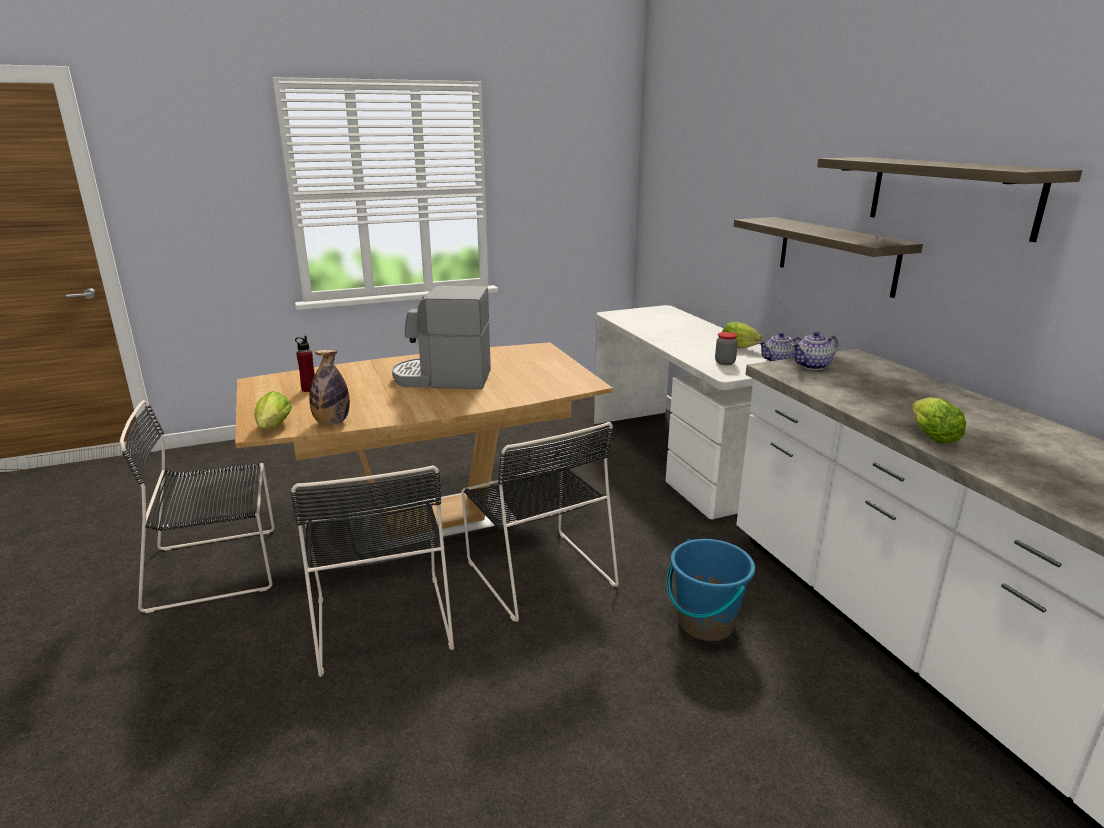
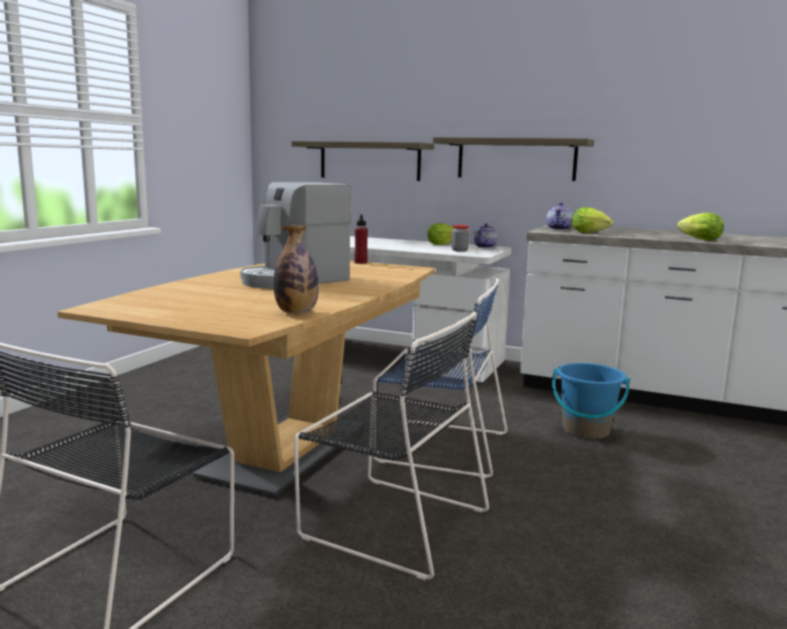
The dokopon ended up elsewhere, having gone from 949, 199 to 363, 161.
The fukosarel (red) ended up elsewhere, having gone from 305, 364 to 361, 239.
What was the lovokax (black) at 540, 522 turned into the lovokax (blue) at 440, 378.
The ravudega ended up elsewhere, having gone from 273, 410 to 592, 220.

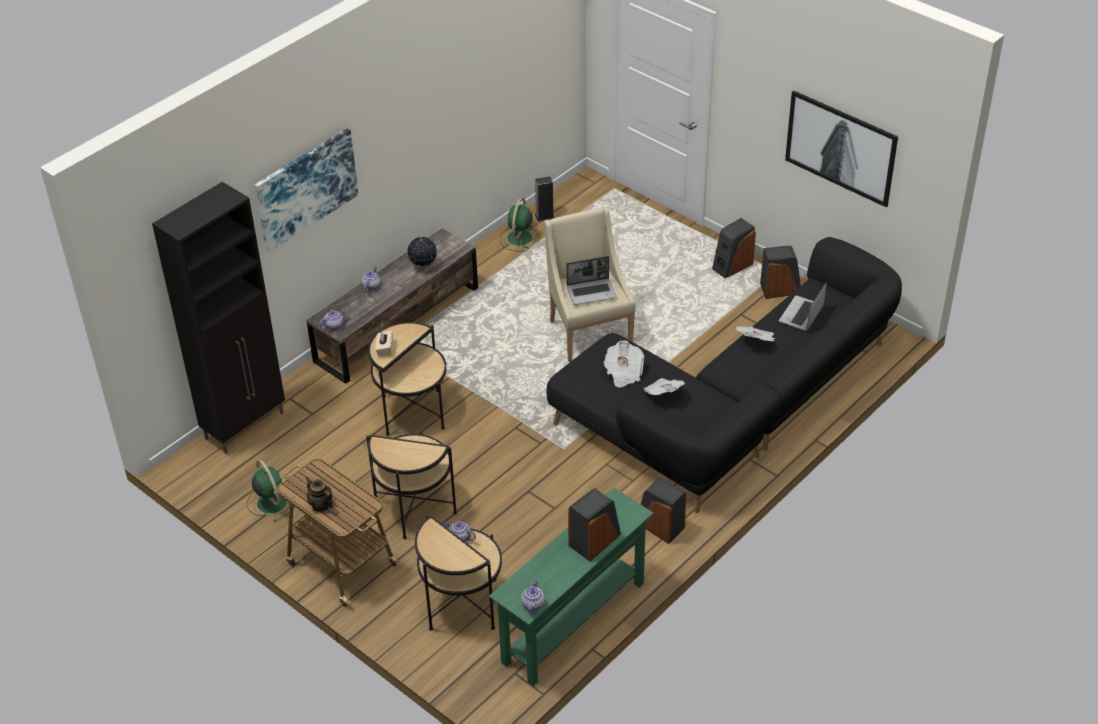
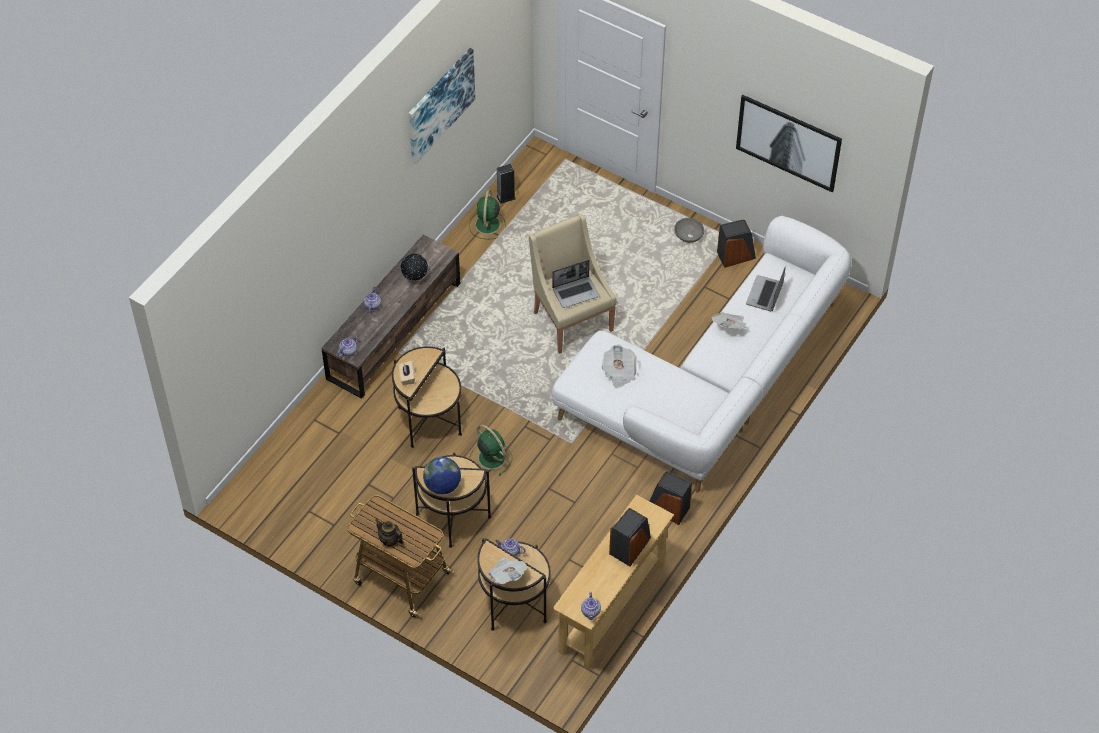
The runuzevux ended up elsewhere, having gone from 306, 190 to 442, 106.
The second view gained the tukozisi at 442, 476.
The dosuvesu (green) ended up elsewhere, having gone from 270, 491 to 491, 450.
The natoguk ended up elsewhere, having gone from 664, 386 to 507, 571.
What was the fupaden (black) at 724, 375 turned into the fupaden (white) at 701, 354.
What was the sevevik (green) at 571, 587 turned into the sevevik (beige) at 613, 582.
Where the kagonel stood at 734, 248, the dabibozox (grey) came to stand at 689, 230.
The second view lost the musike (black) at 218, 318.

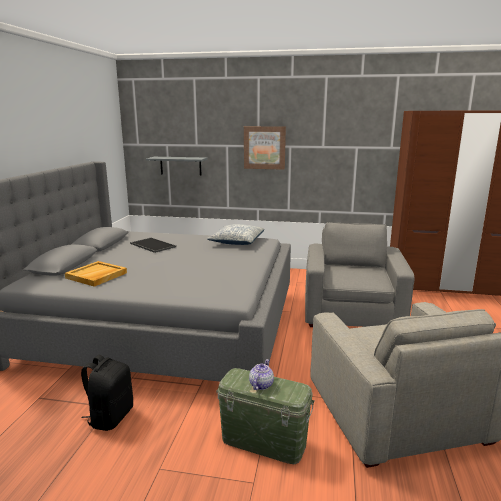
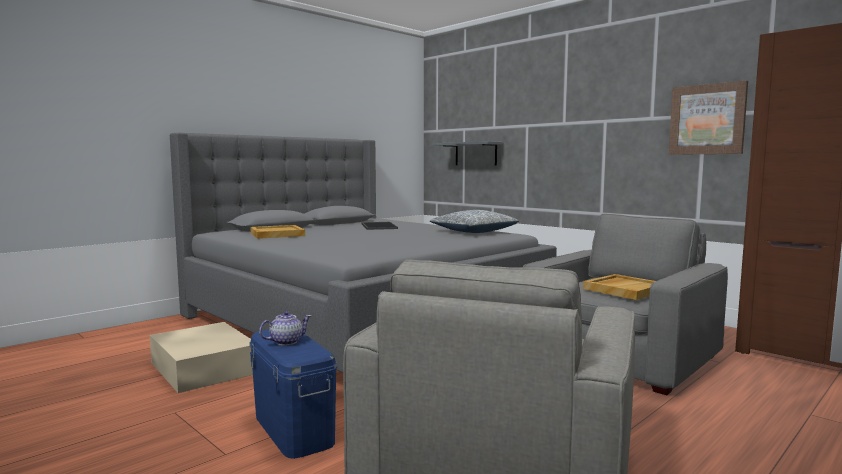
Where the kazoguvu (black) stood at 107, 393, the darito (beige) came to stand at 201, 357.
What was the darito (green) at 265, 416 turned into the darito (blue) at 293, 394.
The second view gained the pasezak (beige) at 619, 287.
The runuzevux ended up elsewhere, having gone from 265, 148 to 708, 117.

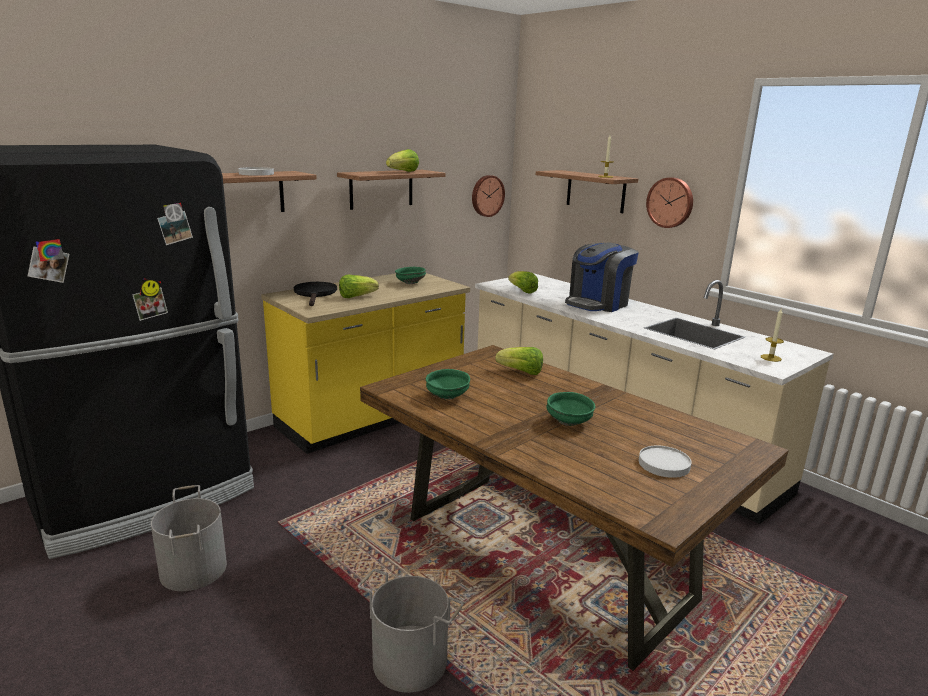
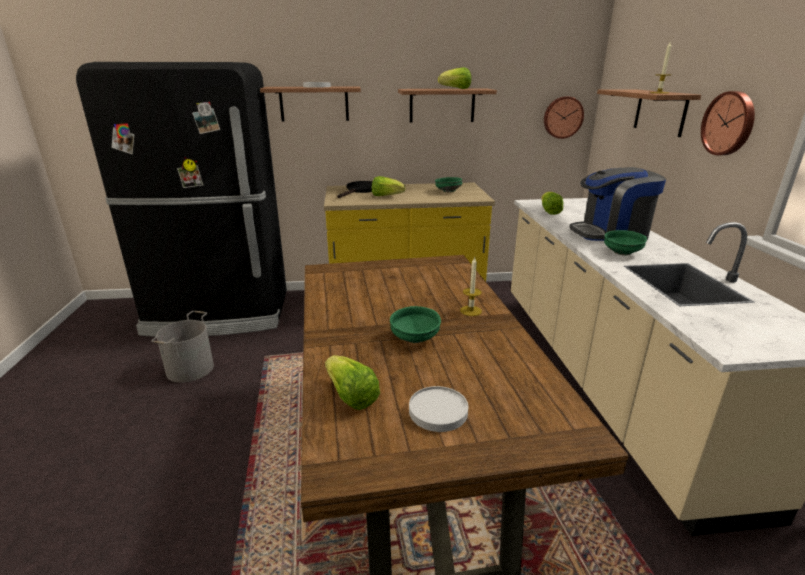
The ravudega ended up elsewhere, having gone from 519, 361 to 352, 382.
The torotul ended up elsewhere, having gone from 772, 335 to 471, 286.
The dabibozox (green) ended up elsewhere, having gone from 448, 384 to 625, 242.
The second view lost the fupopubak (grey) at 410, 631.

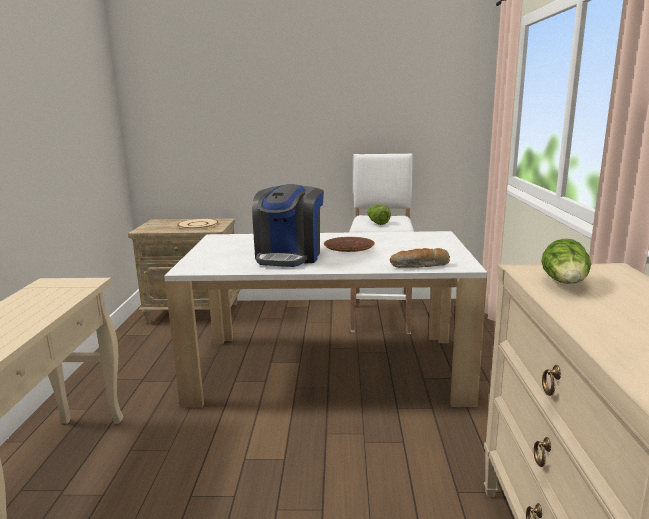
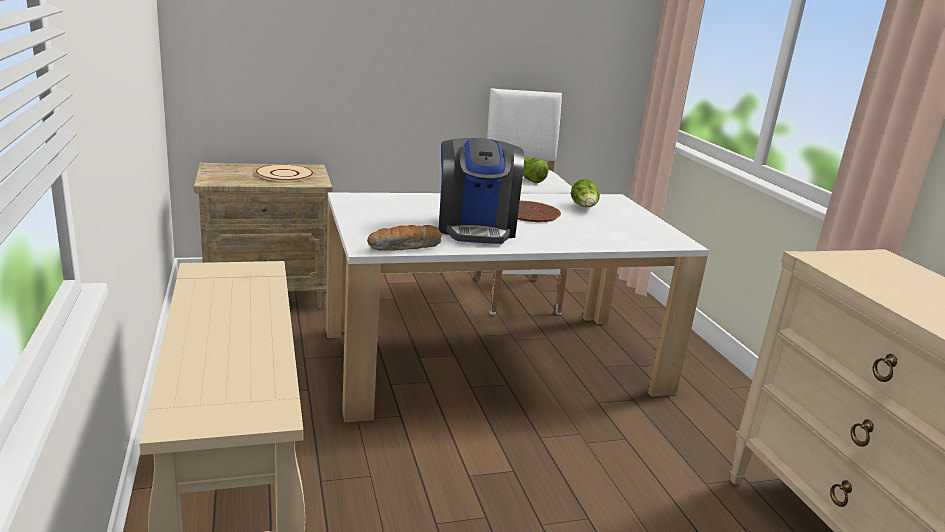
The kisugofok ended up elsewhere, having gone from 420, 258 to 404, 238.
The ravudega ended up elsewhere, having gone from 566, 261 to 585, 193.

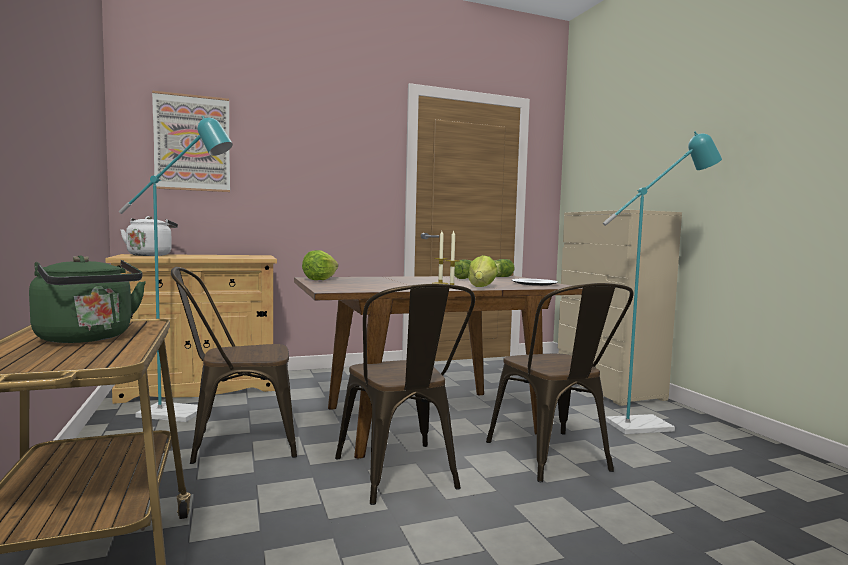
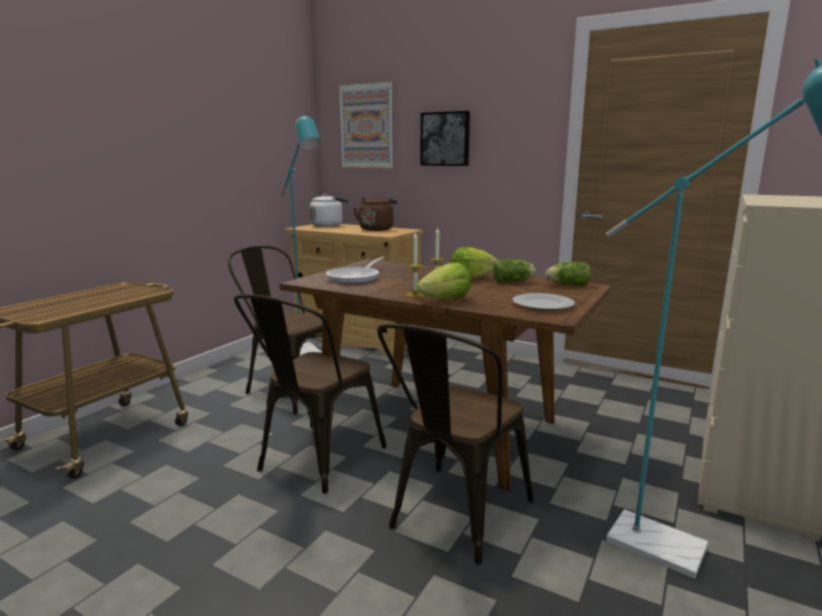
The second view gained the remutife at 355, 270.
The second view gained the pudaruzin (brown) at 375, 213.
The second view gained the runuzevux at 445, 138.
The ravudega ended up elsewhere, having gone from 320, 265 to 474, 263.
The second view lost the pudaruzin (green) at 87, 299.

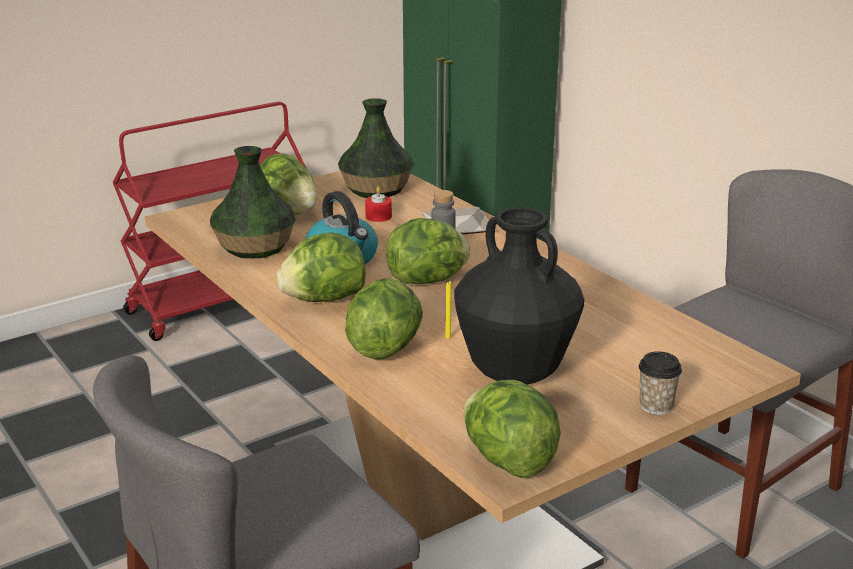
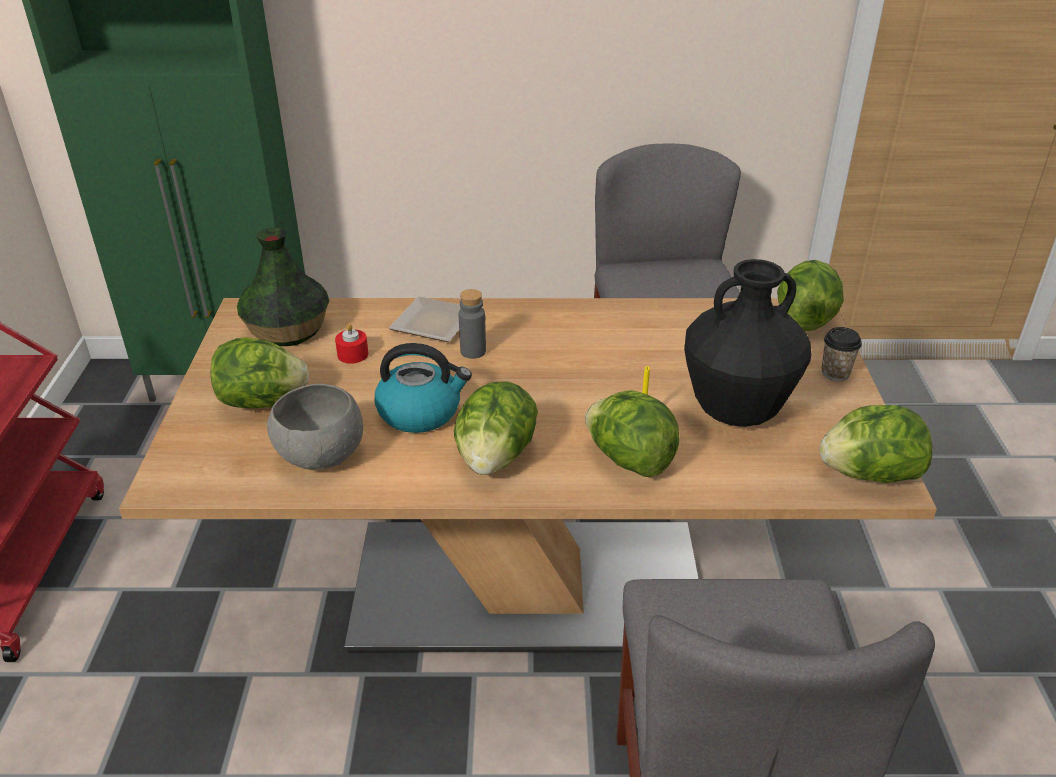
Where the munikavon stood at 253, 202, the dabibozox (grey) came to stand at 315, 426.
The ravudega ended up elsewhere, having gone from 428, 251 to 810, 295.

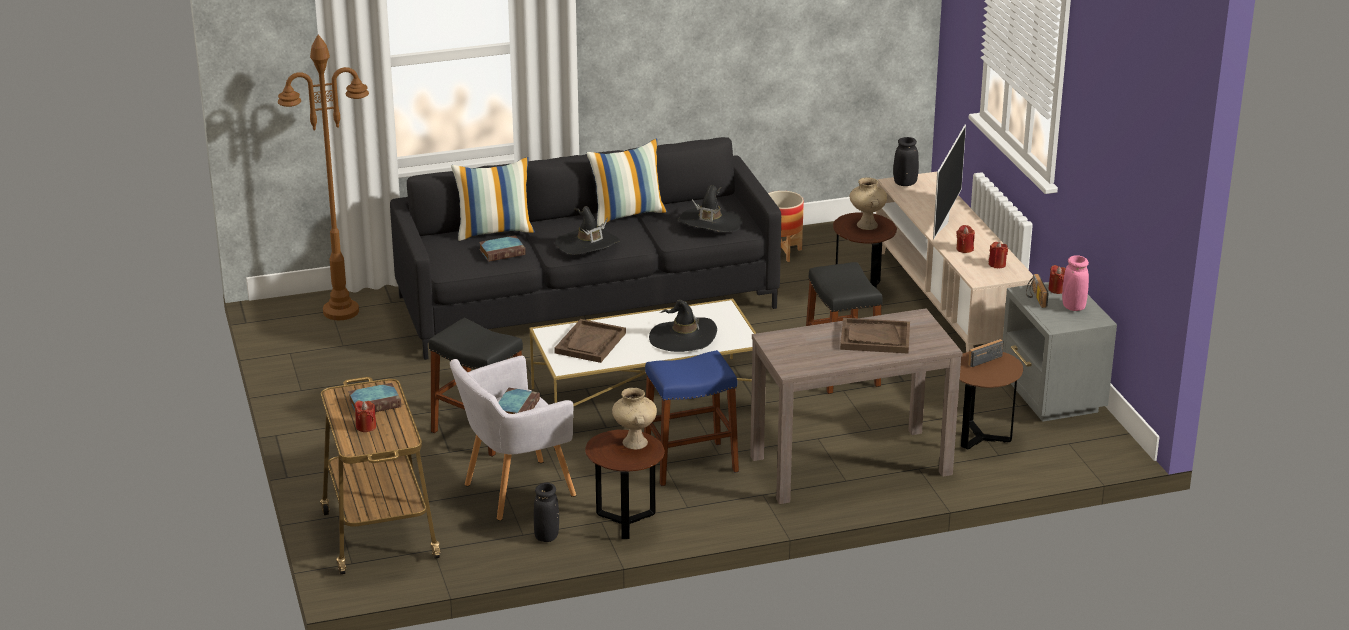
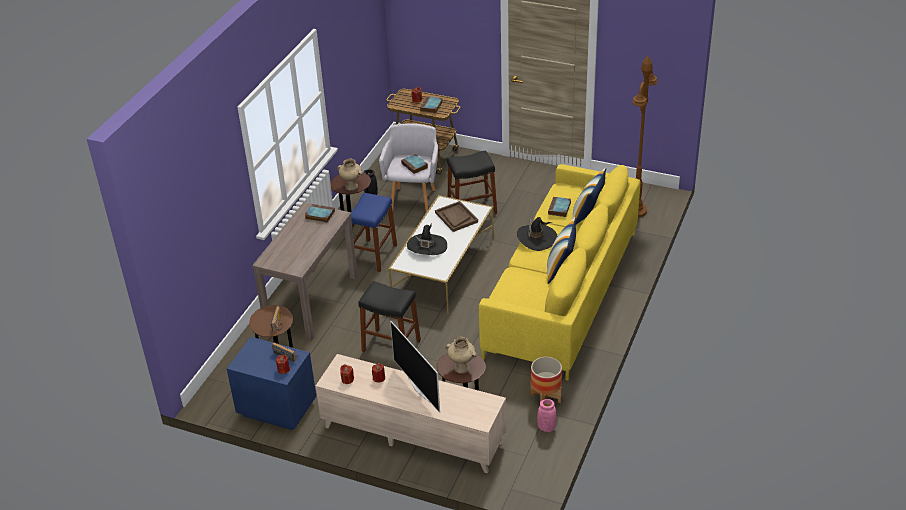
What was the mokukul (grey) at 1060, 352 turned into the mokukul (blue) at 271, 383.
The second view gained the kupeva at 320, 213.
What was the fupaden (black) at 585, 248 turned into the fupaden (yellow) at 559, 272.
The munikavon (pink) ended up elsewhere, having gone from 1075, 283 to 547, 415.
The second view lost the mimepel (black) at 710, 208.
The second view lost the pasezak (brown) at 875, 336.
The second view lost the munikavon (black) at 906, 161.

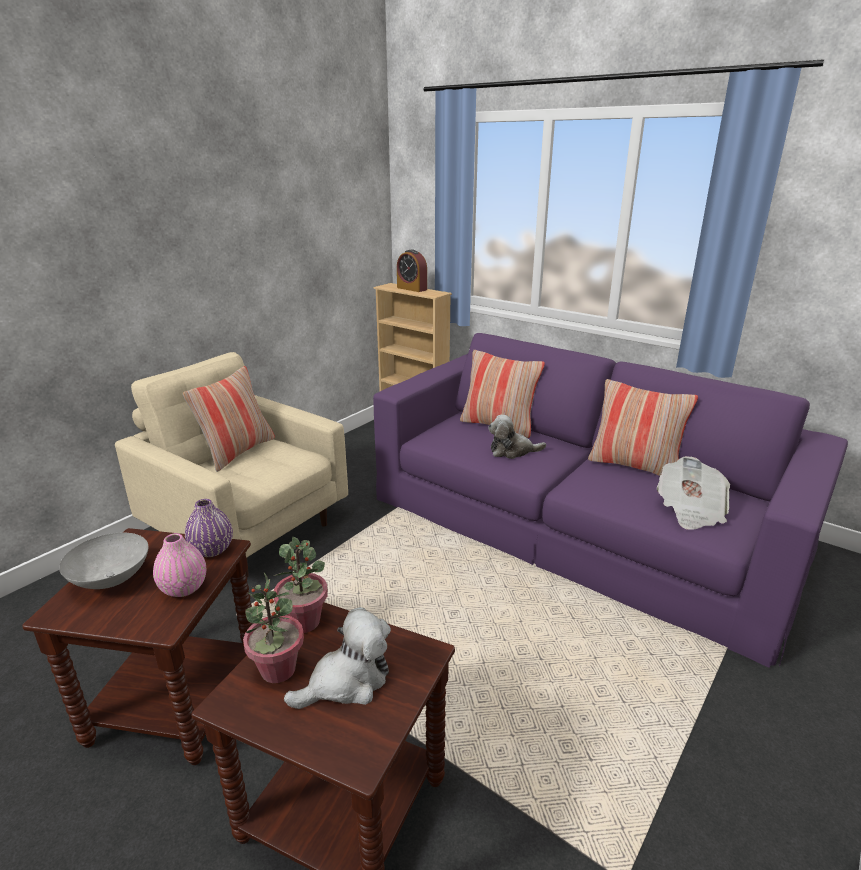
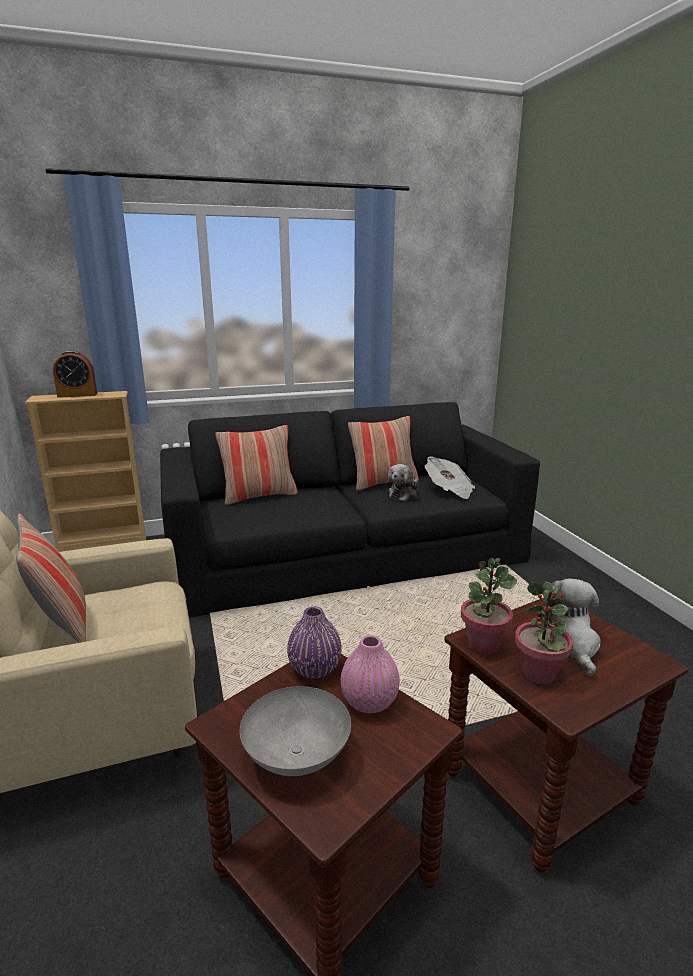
What was the fupaden (purple) at 610, 500 turned into the fupaden (black) at 350, 510.
The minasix ended up elsewhere, having gone from 517, 437 to 403, 482.

